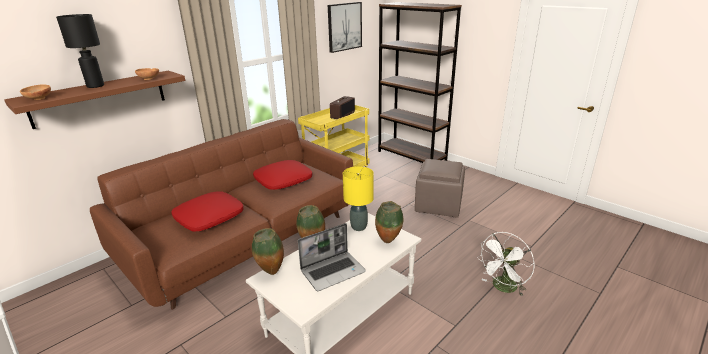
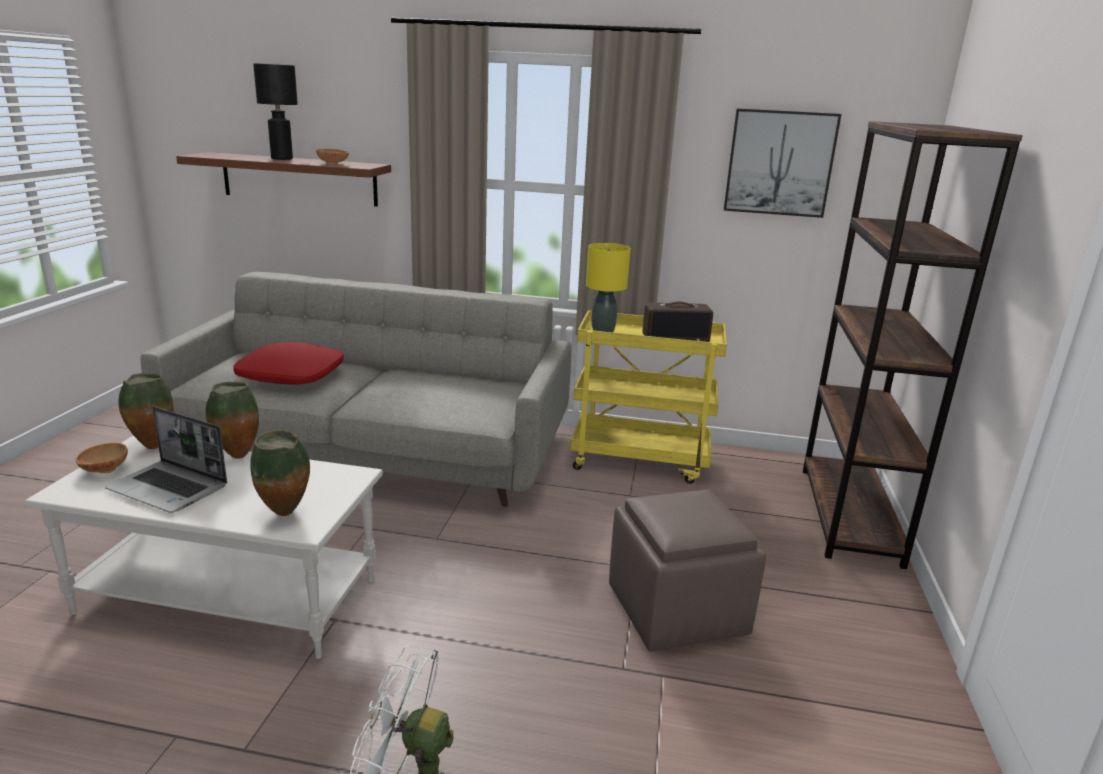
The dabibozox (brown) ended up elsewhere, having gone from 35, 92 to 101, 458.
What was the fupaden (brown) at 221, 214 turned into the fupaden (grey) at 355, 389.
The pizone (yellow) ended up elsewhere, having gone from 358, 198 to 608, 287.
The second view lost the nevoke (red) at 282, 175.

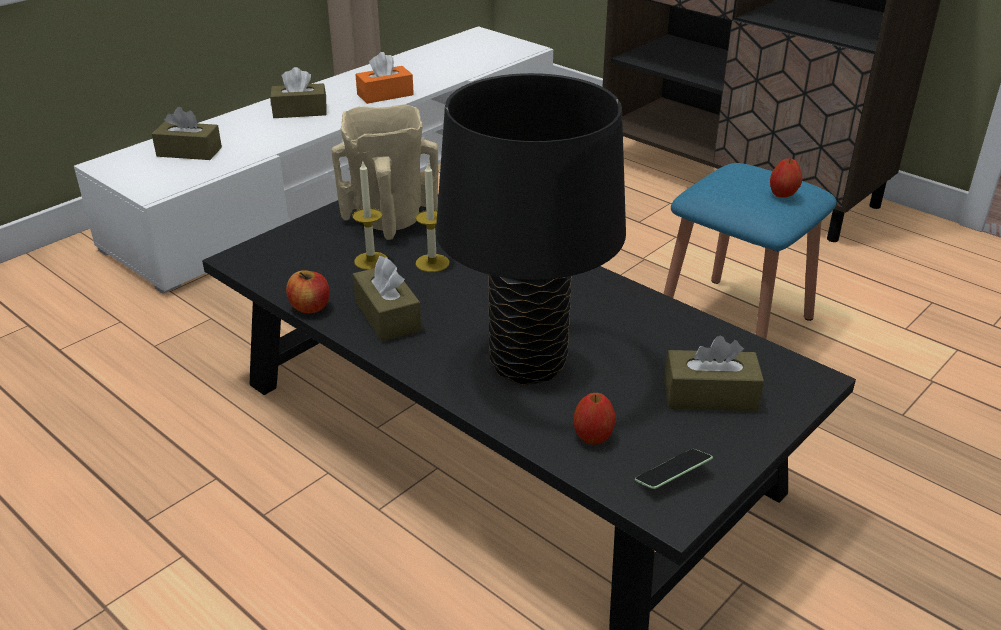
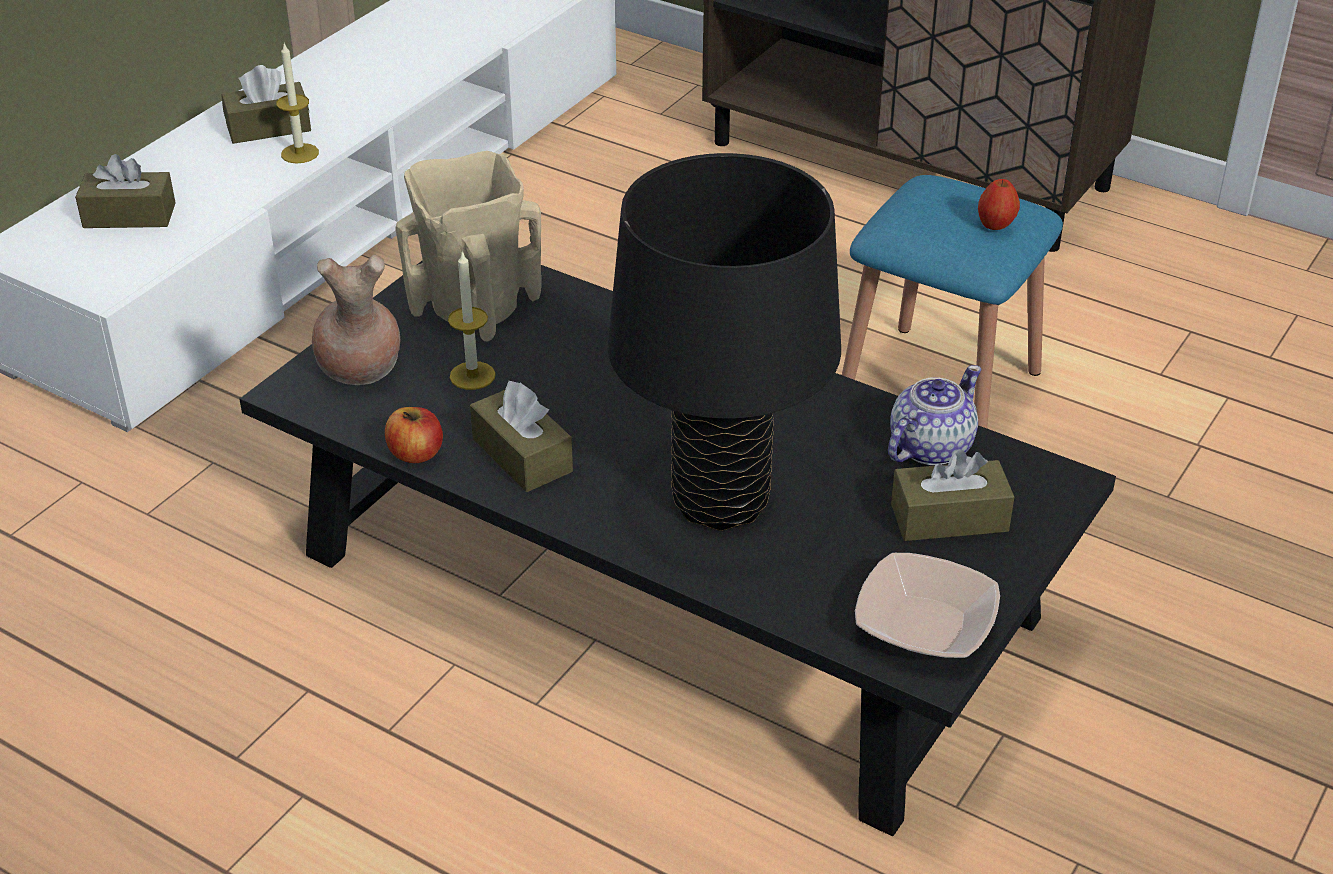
The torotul ended up elsewhere, having gone from 432, 218 to 297, 103.
The second view gained the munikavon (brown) at 356, 320.
Where the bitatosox stood at 674, 469, the dabibozox came to stand at 927, 605.
The second view gained the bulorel at 934, 415.
The second view lost the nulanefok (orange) at 384, 78.
The second view lost the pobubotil at 594, 419.

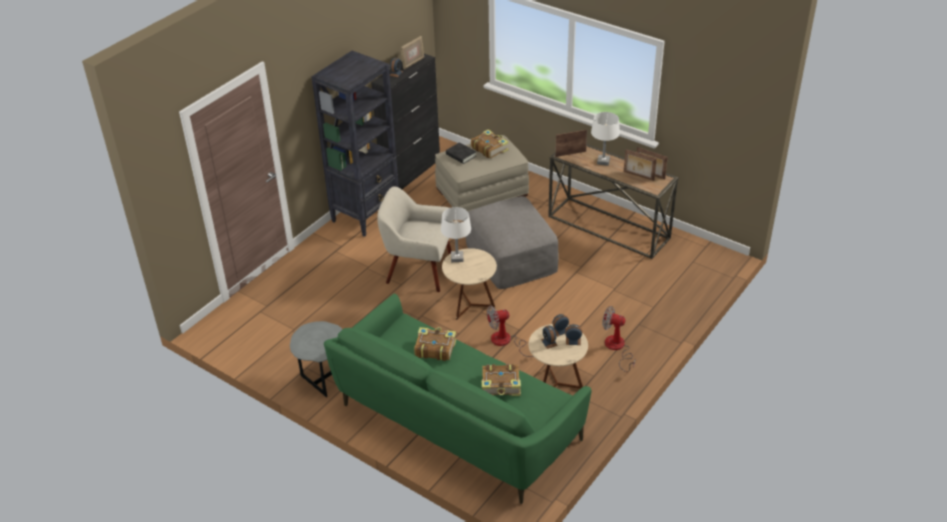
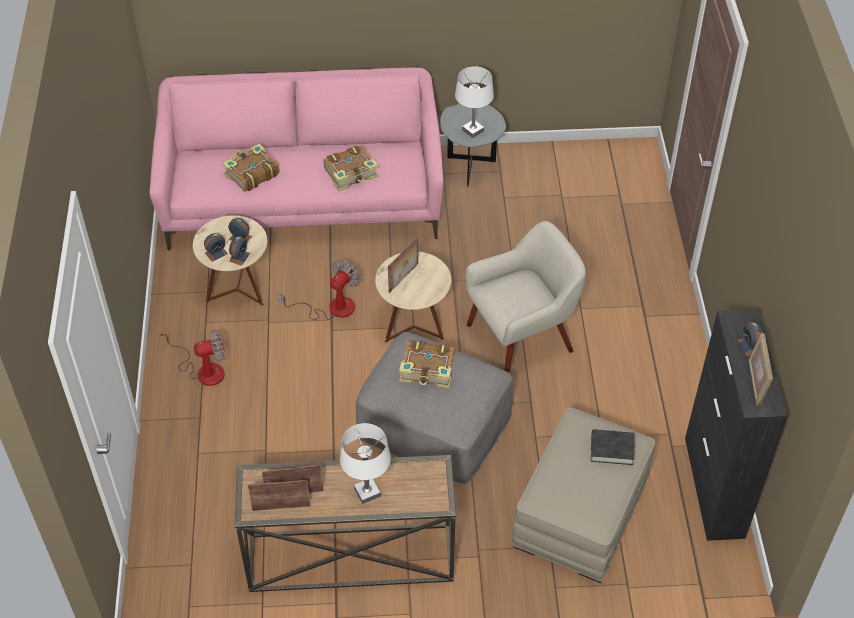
What was the fupaden (green) at 458, 399 turned into the fupaden (pink) at 296, 159.
The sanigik ended up elsewhere, having gone from 571, 143 to 403, 264.
The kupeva ended up elsewhere, having gone from 489, 143 to 426, 364.
The pizone (white) ended up elsewhere, having gone from 456, 234 to 474, 102.
The second view lost the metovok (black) at 355, 144.

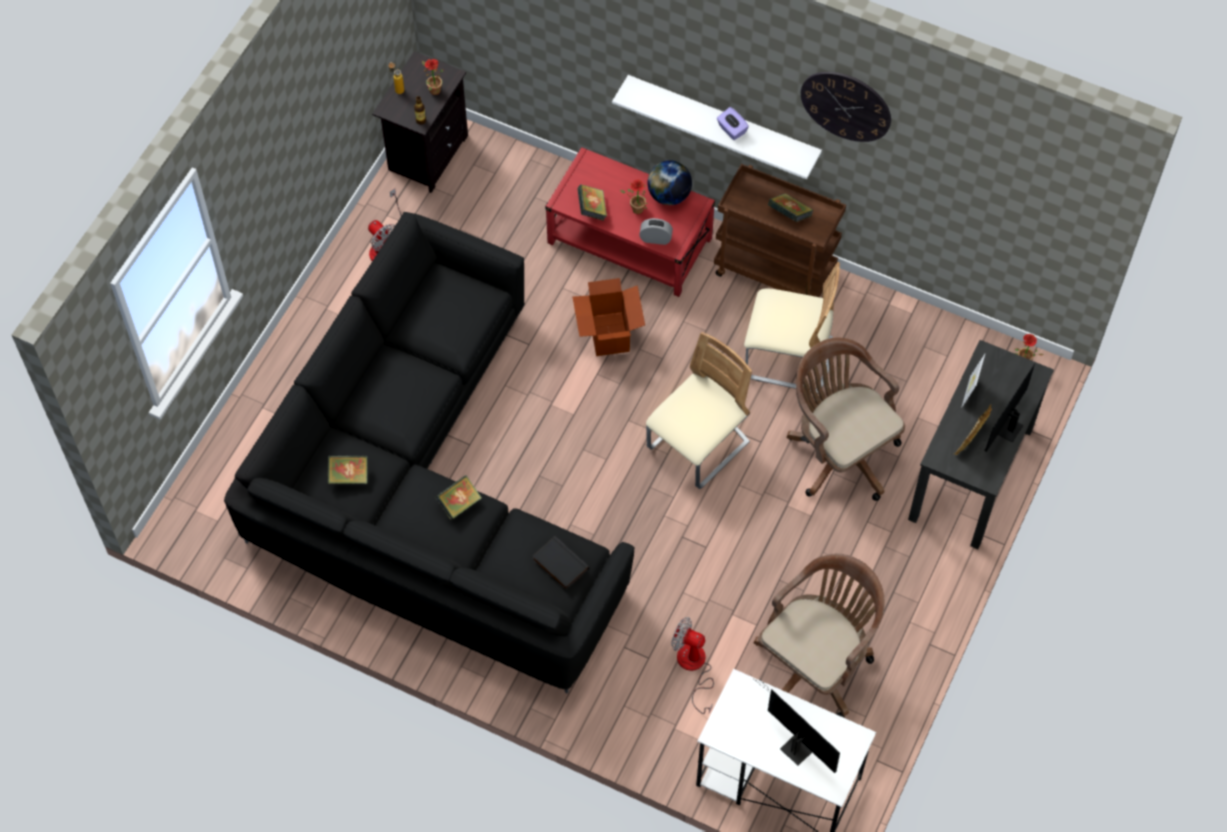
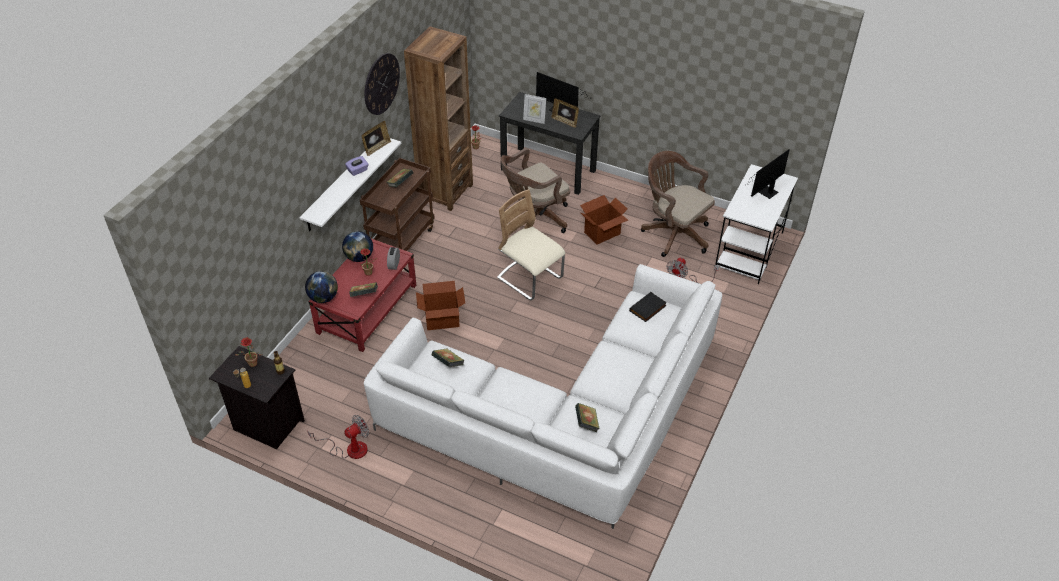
The second view gained the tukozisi at 321, 287.
The second view gained the sanigik at 376, 138.
What was the fupaden (black) at 429, 452 turned into the fupaden (white) at 543, 396.
The second view gained the metovok (brown) at 438, 119.
The kupeva ended up elsewhere, having gone from 458, 498 to 448, 357.
The second view gained the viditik at 604, 220.
The second view lost the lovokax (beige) at 792, 327.

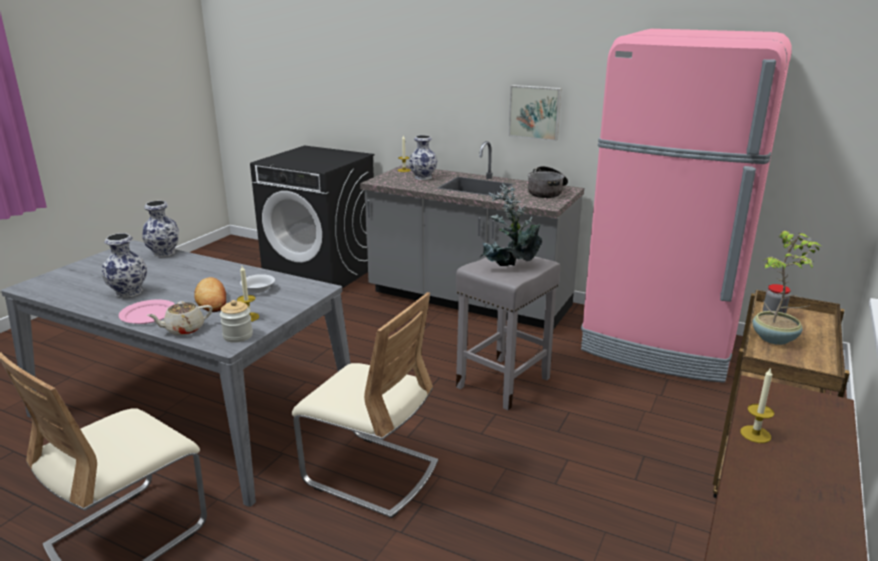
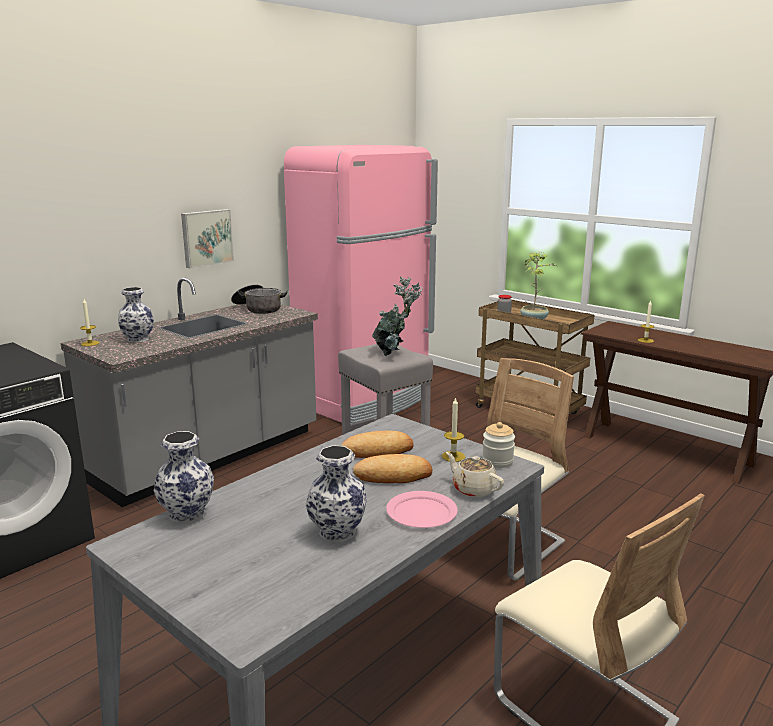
Where the dabibozox (white) stood at 257, 283, the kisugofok came to stand at 377, 444.
The bulorel (beige) at 179, 318 ended up facing another way, 150 degrees clockwise from before.

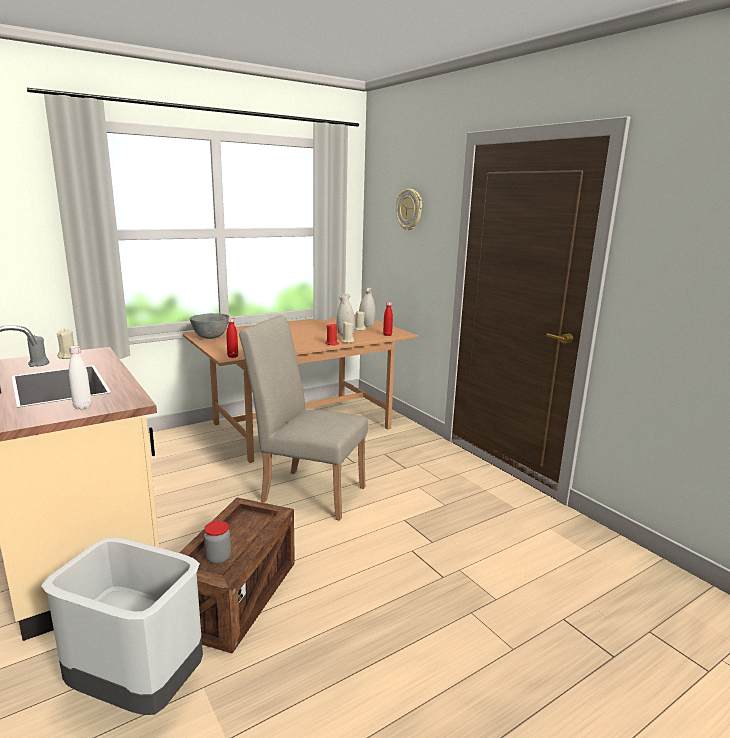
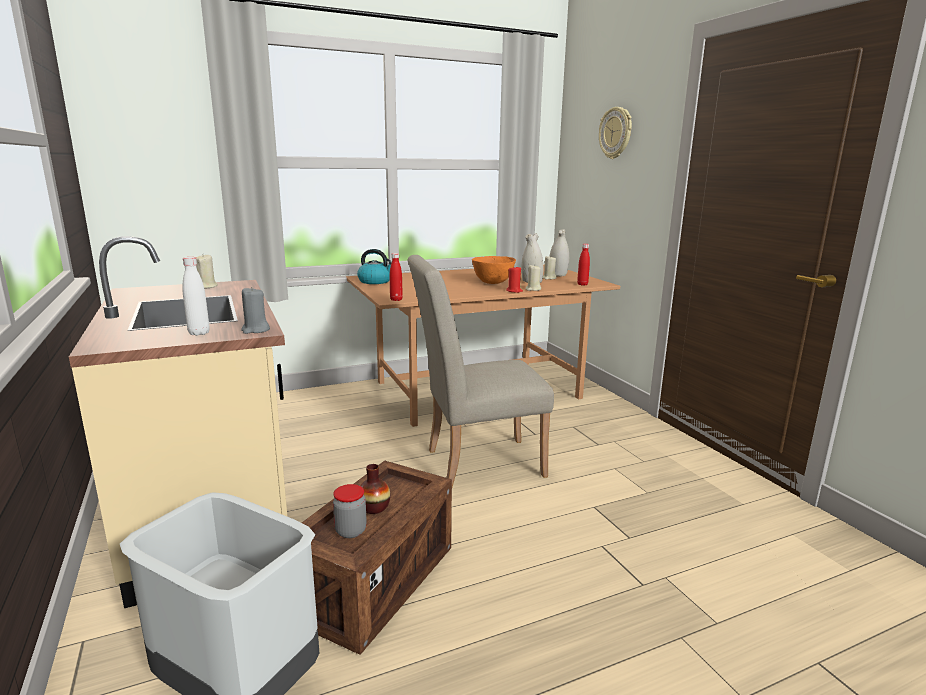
The torotul (grey) ended up elsewhere, having gone from 38, 351 to 255, 310.
Where the dabibozox (grey) stood at 209, 326, the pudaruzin came to stand at 374, 266.
The second view gained the munikavon at 375, 489.
The lovokax (beige) at 303, 418 ended up facing another way, 45 degrees counterclockwise from before.
The second view gained the dabibozox (orange) at 494, 270.

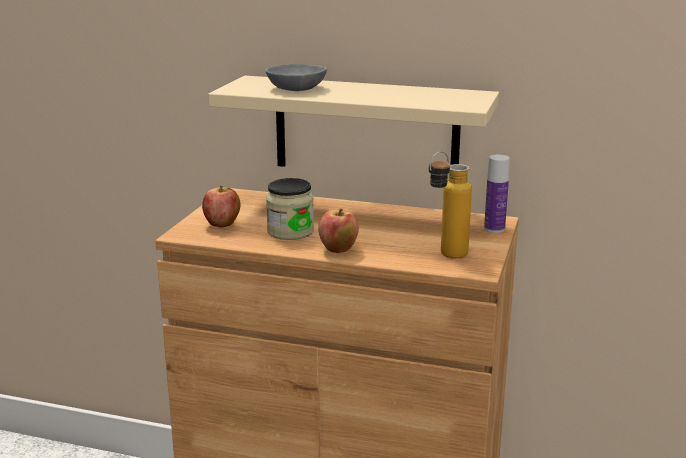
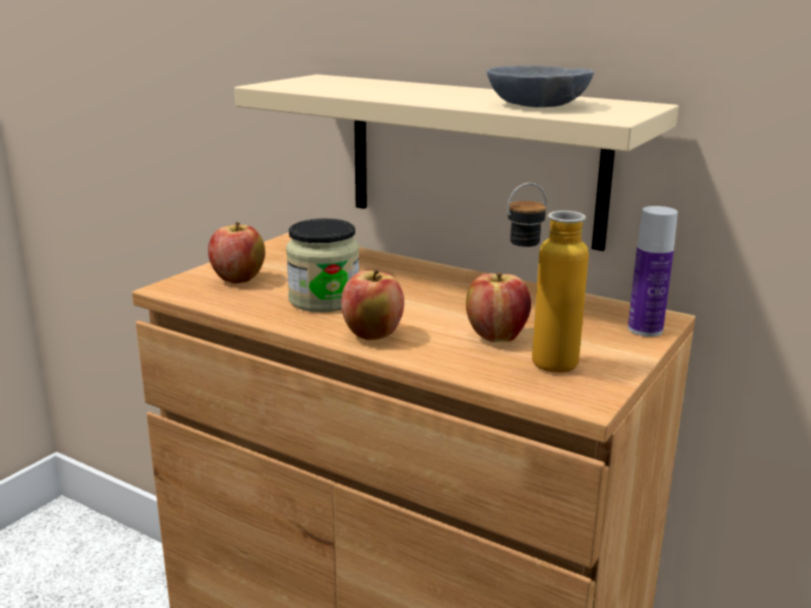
The second view gained the pobubotil at 498, 307.
The dabibozox (grey) ended up elsewhere, having gone from 296, 77 to 540, 86.

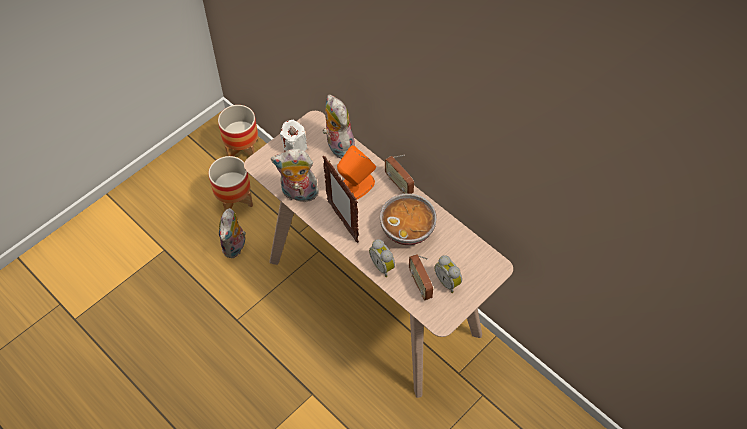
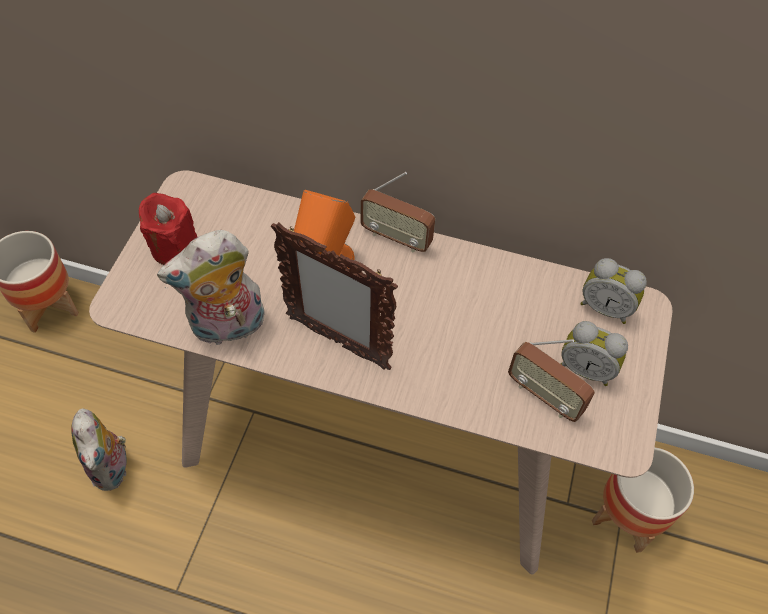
What was the torotul (white) at 293, 136 turned into the torotul (red) at 168, 229.
The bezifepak ended up elsewhere, having gone from 382, 258 to 613, 291.
The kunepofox ended up elsewhere, having gone from 230, 183 to 643, 500.
The second view lost the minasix at 339, 127.
The second view lost the dabibozox at 408, 219.

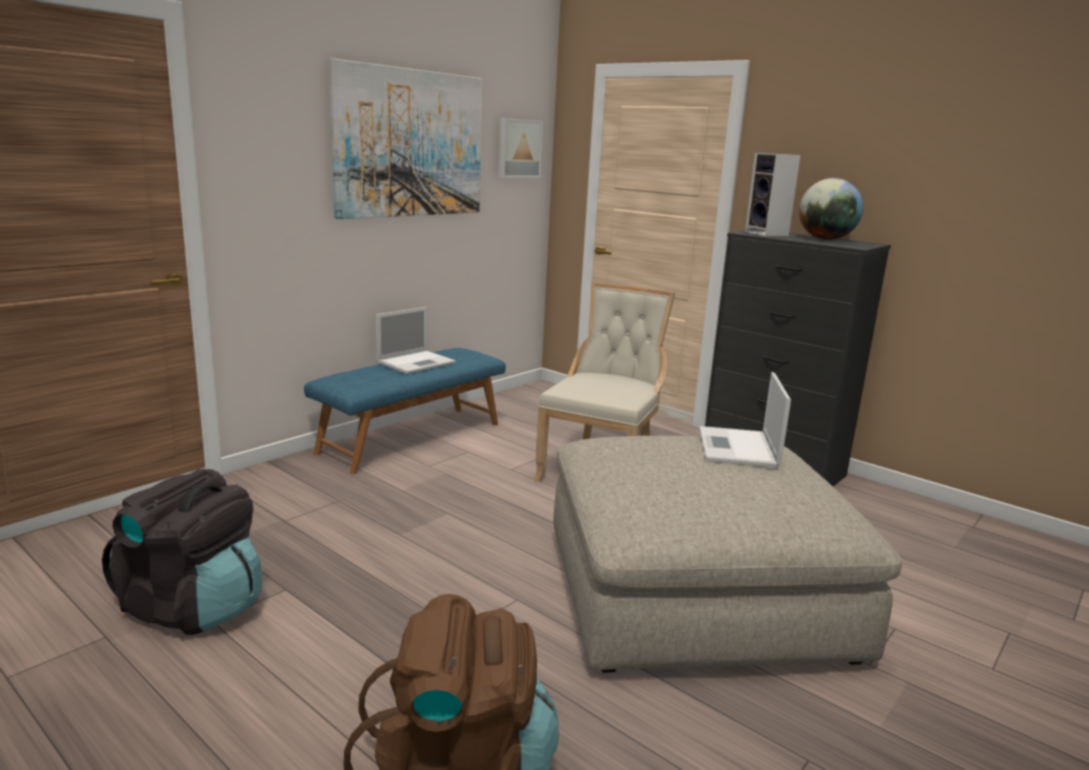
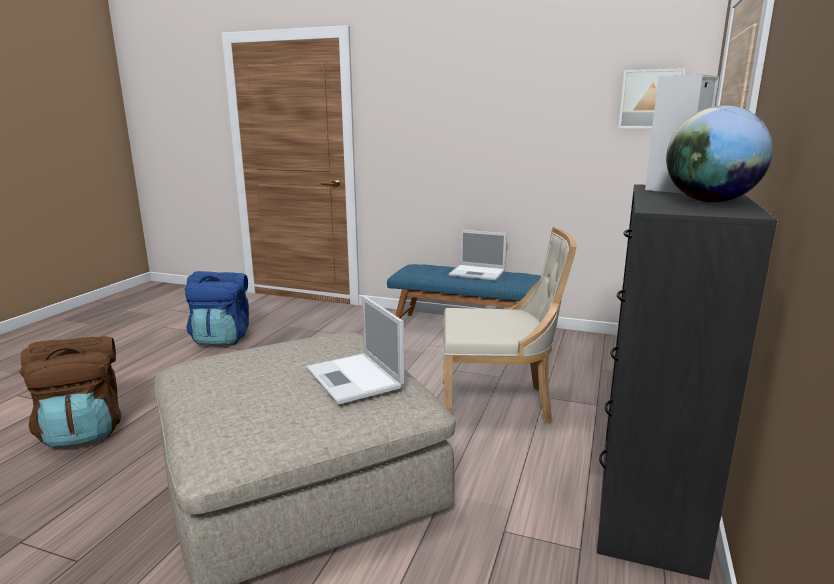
What was the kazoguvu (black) at 182, 552 turned into the kazoguvu (blue) at 217, 308.
The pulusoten at 745, 420 ended up facing another way, 105 degrees counterclockwise from before.
The second view lost the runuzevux at 406, 138.

